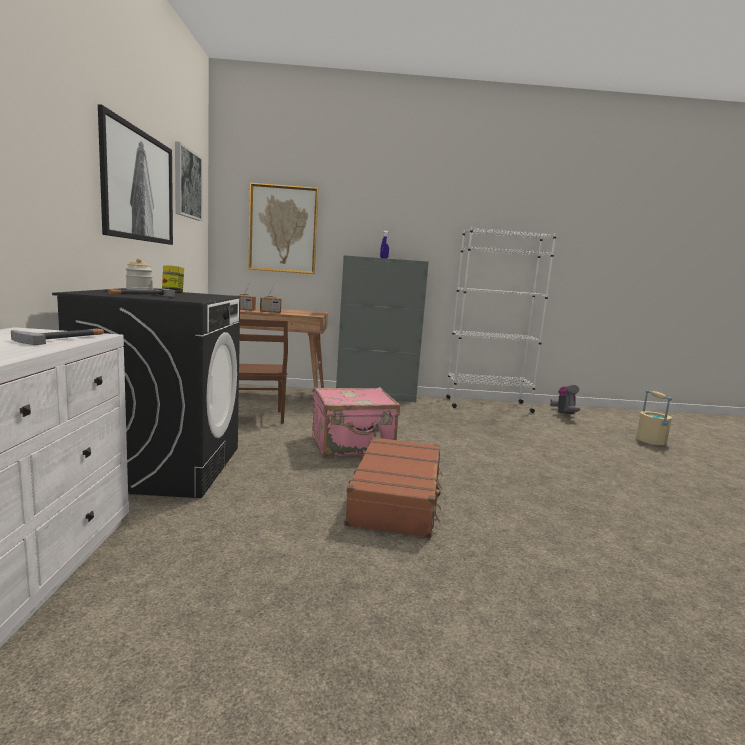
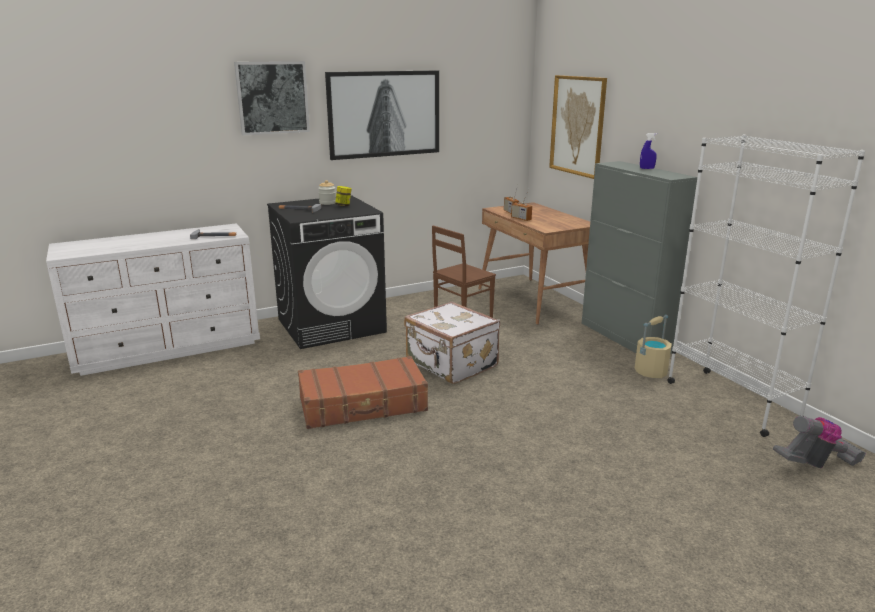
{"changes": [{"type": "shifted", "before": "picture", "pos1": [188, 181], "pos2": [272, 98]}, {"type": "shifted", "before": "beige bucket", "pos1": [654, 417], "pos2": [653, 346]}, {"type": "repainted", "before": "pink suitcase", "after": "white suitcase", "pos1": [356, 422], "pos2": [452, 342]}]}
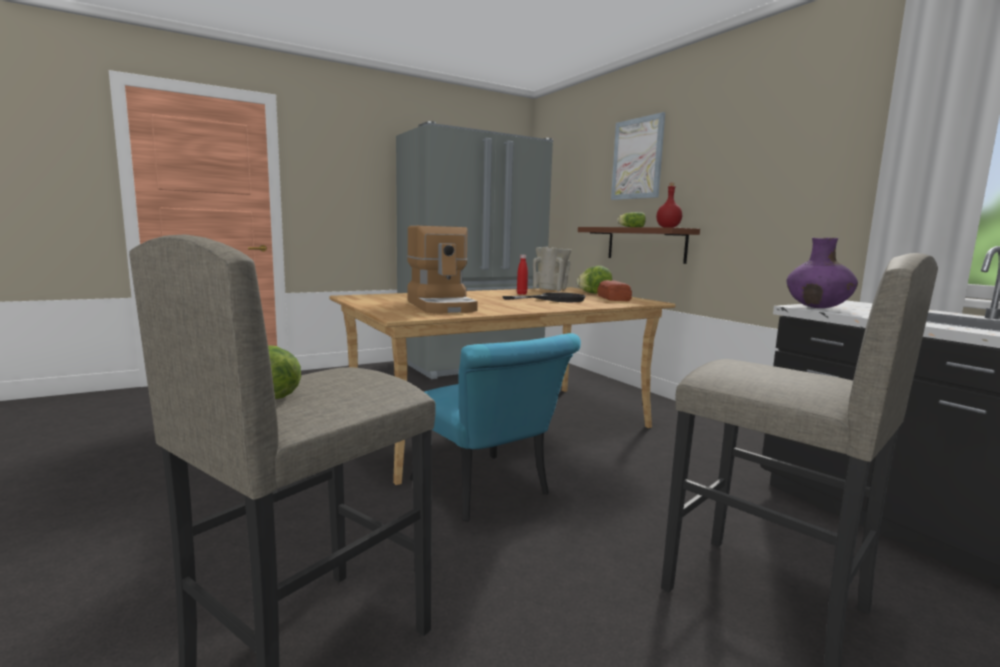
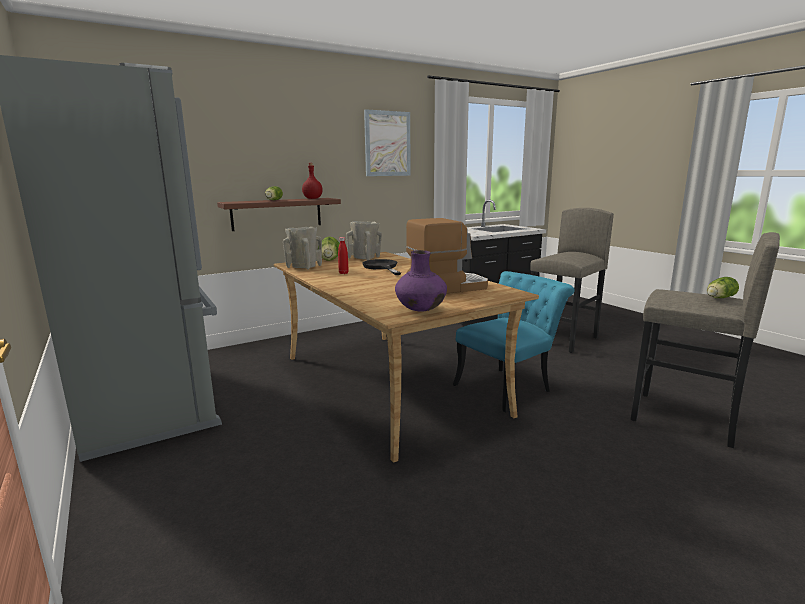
{"changes": [{"type": "shifted", "before": "picture", "pos1": [638, 156], "pos2": [387, 142]}, {"type": "shifted", "before": "purple vase", "pos1": [822, 272], "pos2": [421, 281]}, {"type": "swapped", "before": "bread", "after": "beige vase", "pos1": [614, 290], "pos2": [364, 240]}]}
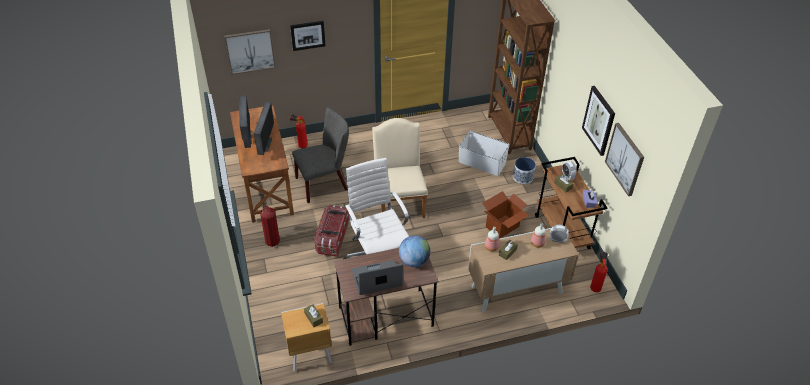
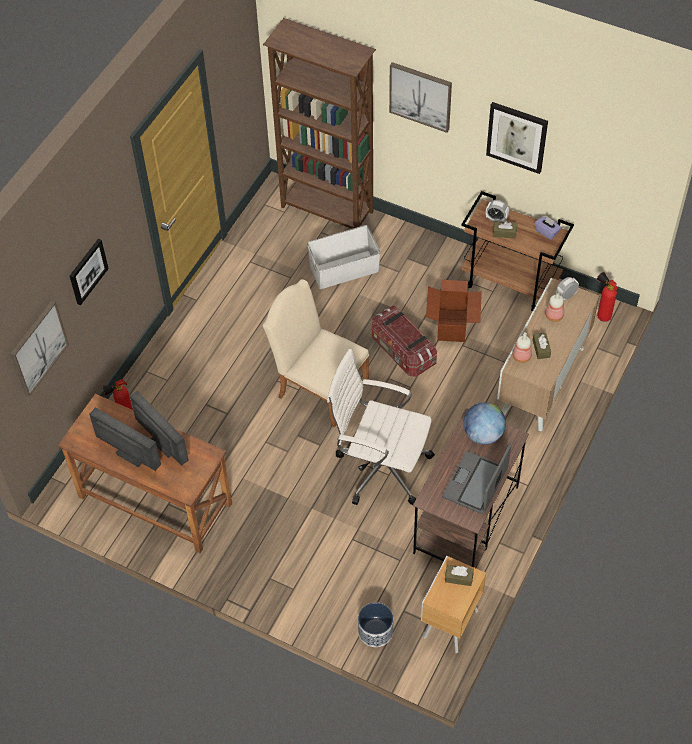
{"changes": [{"type": "gone", "before": "fire extinguisher", "pos1": [270, 226]}, {"type": "gone", "before": "grey chair", "pos1": [320, 155]}, {"type": "shifted", "before": "storage box", "pos1": [331, 231], "pos2": [404, 341]}, {"type": "shifted", "before": "planter", "pos1": [524, 170], "pos2": [375, 624]}, {"type": "shifted", "before": "picture", "pos1": [624, 159], "pos2": [420, 97]}]}
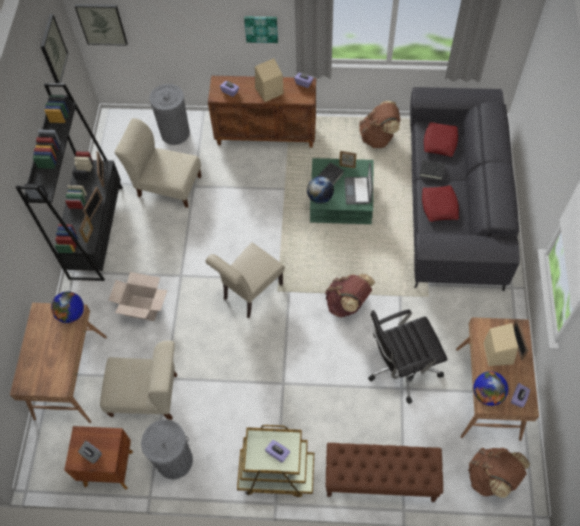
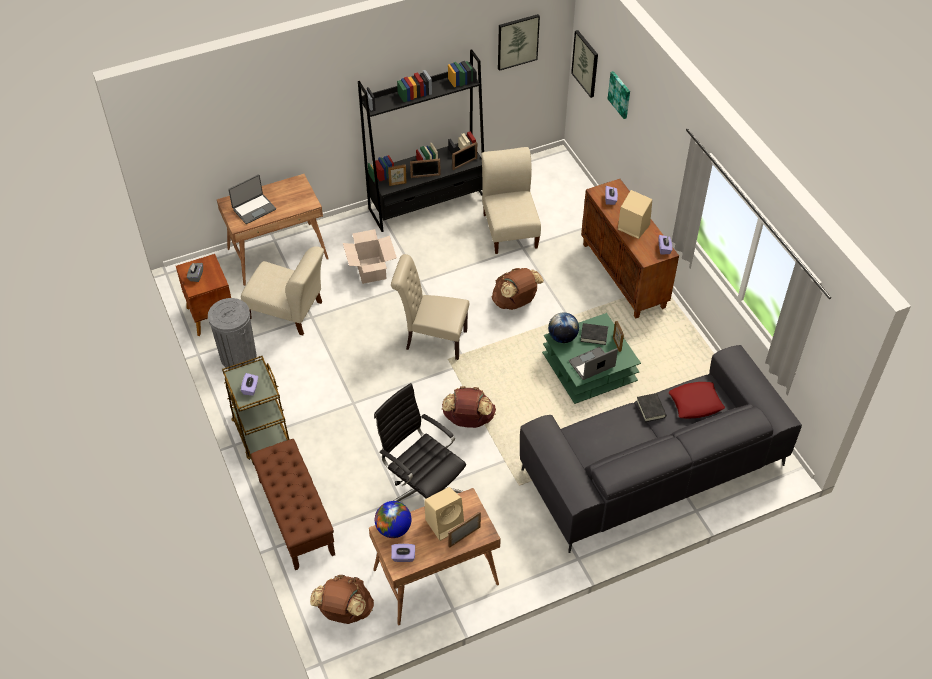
{"changes": [{"type": "gone", "before": "globe", "pos1": [67, 307]}, {"type": "gone", "before": "grey trash can", "pos1": [169, 114]}, {"type": "gone", "before": "red pillow", "pos1": [440, 203]}, {"type": "new", "after": "laptop", "pos2": [252, 199]}, {"type": "shifted", "before": "picture", "pos1": [261, 29], "pos2": [619, 95]}, {"type": "shifted", "before": "brown backpack", "pos1": [379, 124], "pos2": [518, 289]}, {"type": "rotated", "before": "beige chair", "pos1": [138, 380], "pos2": [282, 290], "turn": -45}]}
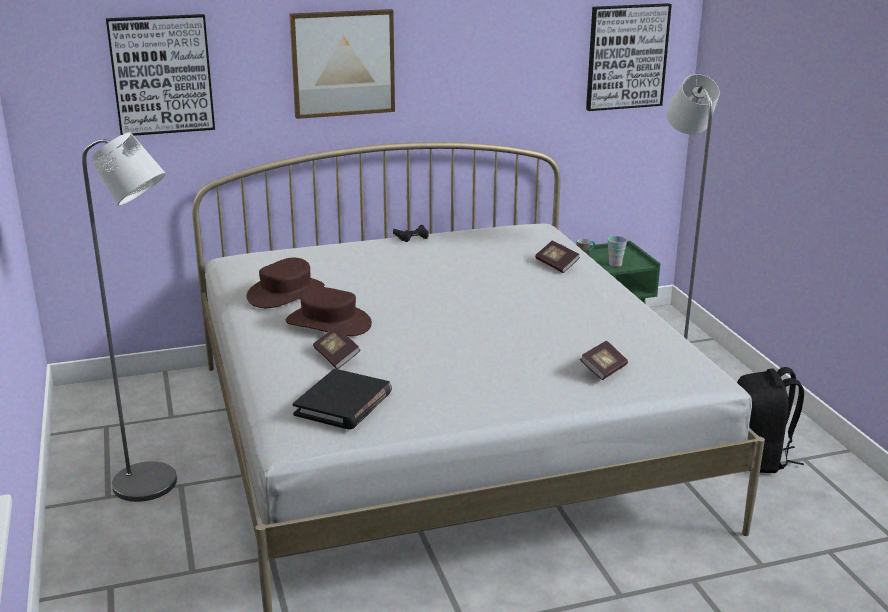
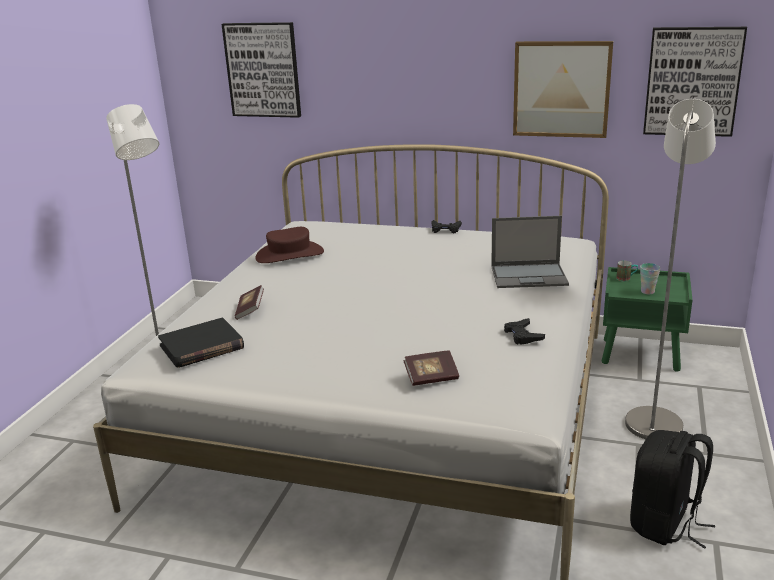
{"changes": [{"type": "gone", "before": "brown hat", "pos1": [329, 311]}, {"type": "new", "after": "black game controller", "pos2": [524, 331]}, {"type": "shifted", "before": "picture", "pos1": [342, 64], "pos2": [563, 89]}, {"type": "swapped", "before": "book", "after": "laptop", "pos1": [557, 257], "pos2": [530, 252]}]}
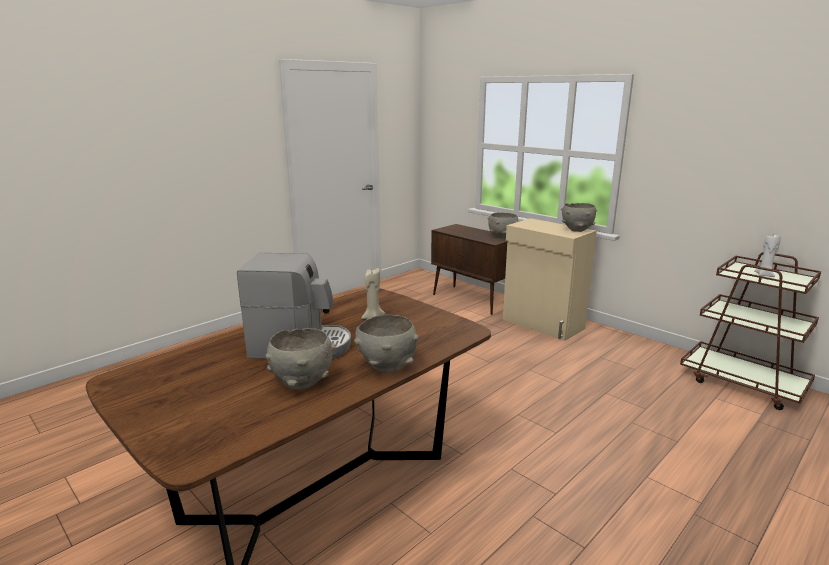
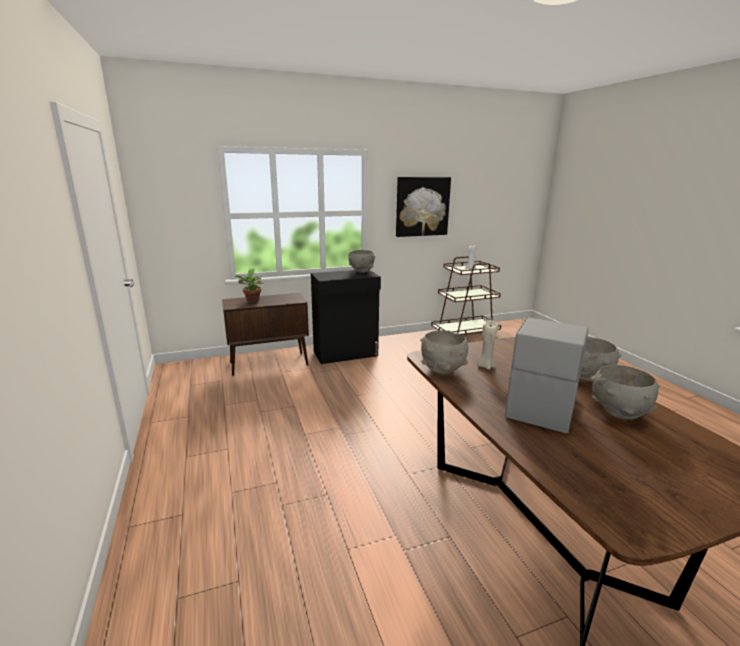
{"changes": [{"type": "new", "after": "potted plant", "pos2": [249, 285]}, {"type": "new", "after": "picture", "pos2": [423, 207]}, {"type": "shifted", "before": "grey bowl", "pos1": [503, 225], "pos2": [444, 352]}, {"type": "repainted", "before": "beige cabinet", "after": "black cabinet", "pos1": [550, 279], "pos2": [346, 317]}]}
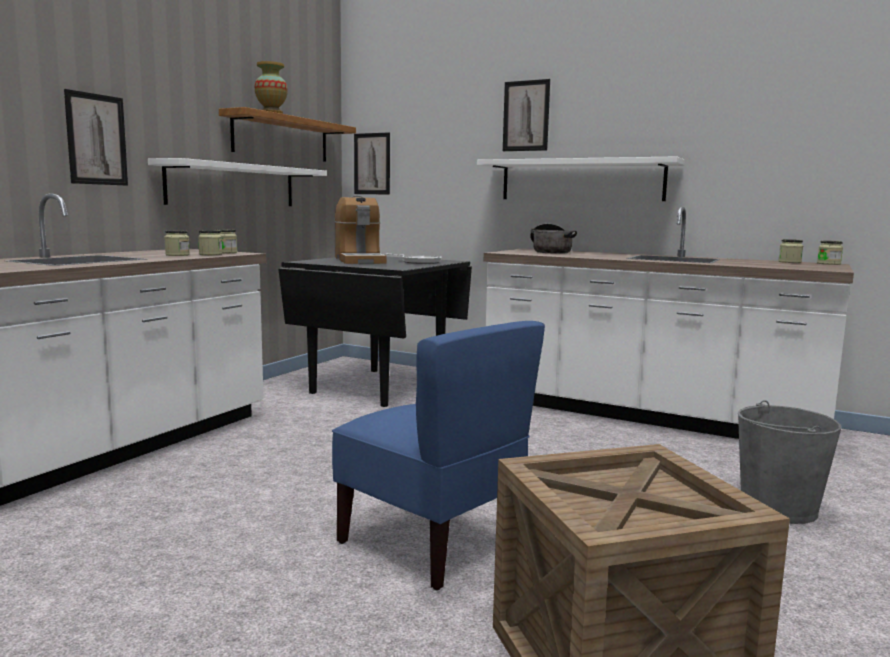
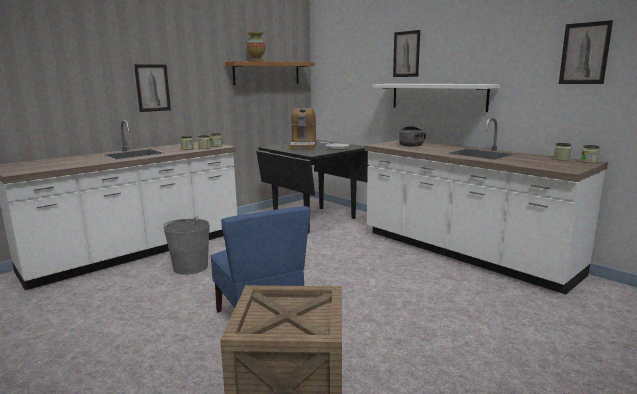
{"changes": [{"type": "gone", "before": "white shelf", "pos1": [237, 182]}, {"type": "shifted", "before": "picture", "pos1": [372, 163], "pos2": [586, 52]}, {"type": "shifted", "before": "grey bucket", "pos1": [789, 462], "pos2": [186, 245]}]}
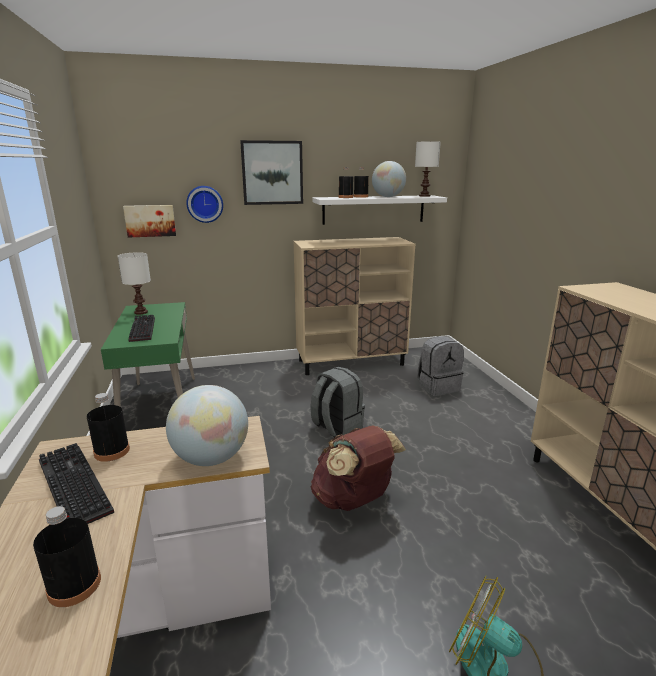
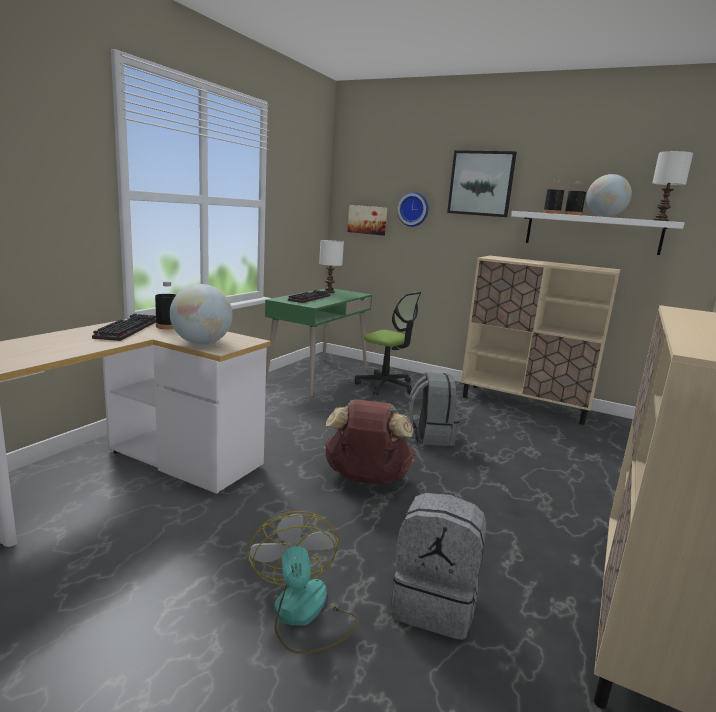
{"changes": [{"type": "gone", "before": "black bottle", "pos1": [67, 556]}, {"type": "new", "after": "office chair", "pos2": [388, 343]}, {"type": "shifted", "before": "grey backpack", "pos1": [440, 366], "pos2": [439, 566]}]}
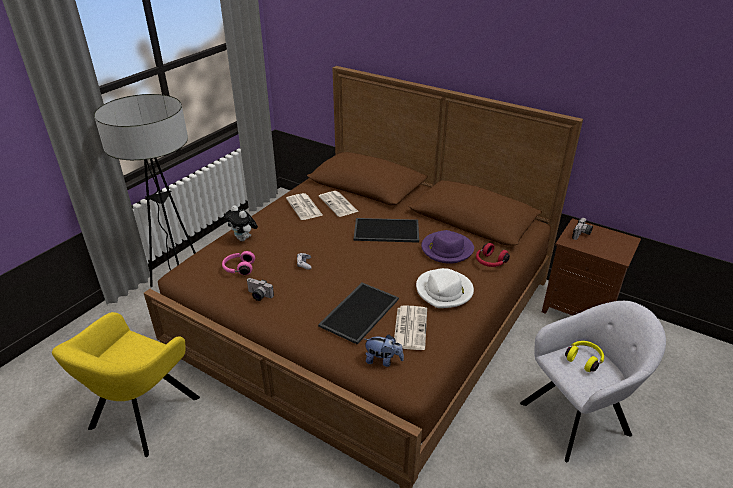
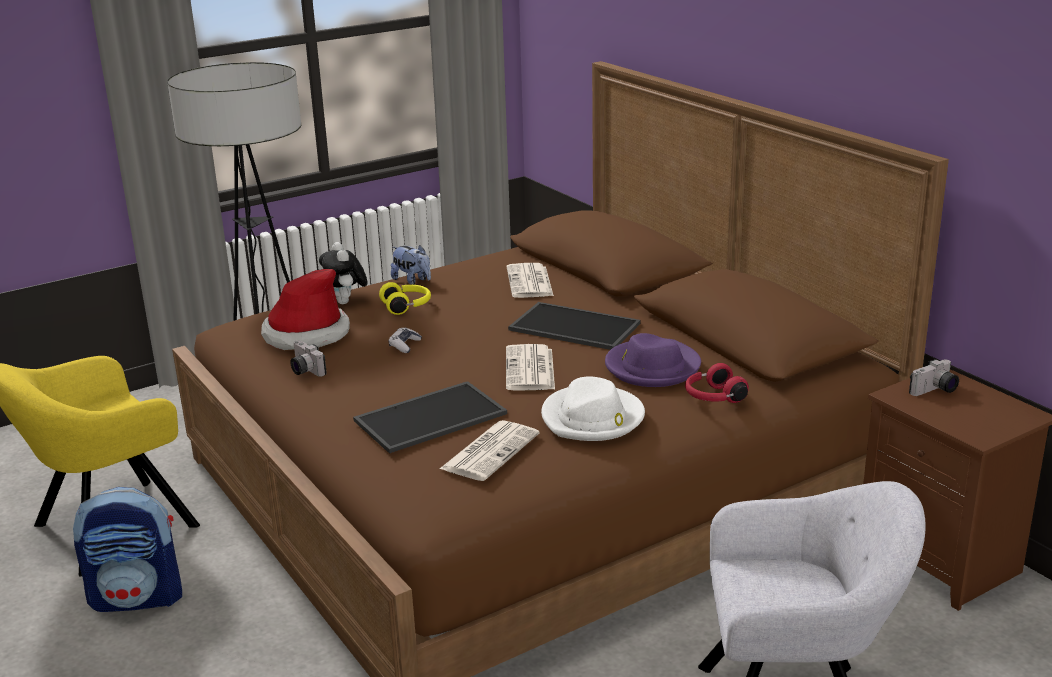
{"changes": [{"type": "new", "after": "backpack", "pos2": [127, 549]}, {"type": "shifted", "before": "newspaper", "pos1": [304, 206], "pos2": [530, 367]}, {"type": "shifted", "before": "plush toy", "pos1": [384, 351], "pos2": [411, 265]}, {"type": "shifted", "before": "yellow headphones", "pos1": [584, 356], "pos2": [405, 298]}, {"type": "swapped", "before": "pink headphones", "after": "hat", "pos1": [238, 263], "pos2": [305, 309]}]}
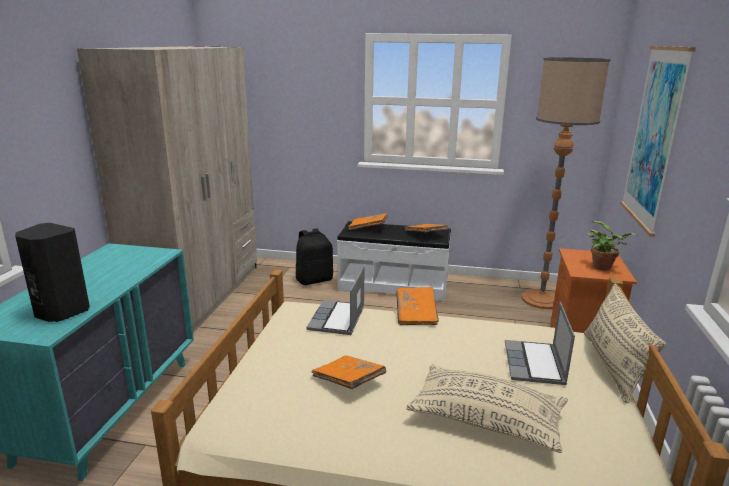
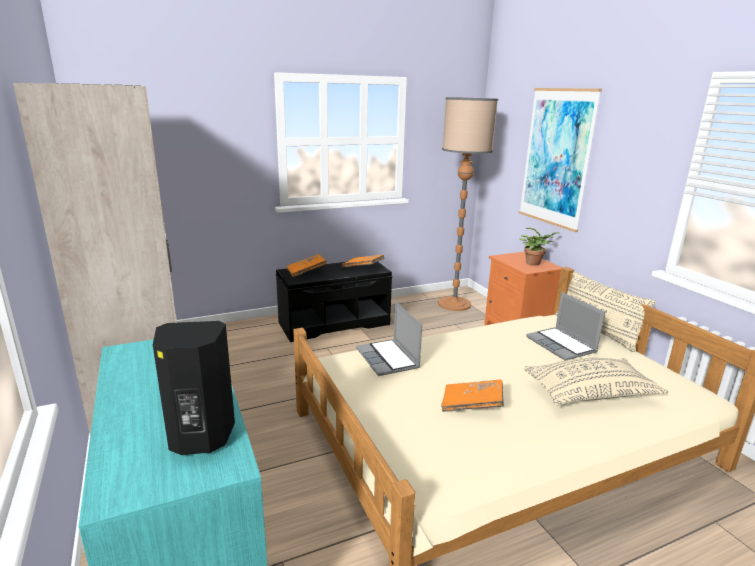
{"changes": [{"type": "gone", "before": "black backpack", "pos1": [314, 256]}, {"type": "gone", "before": "orange book", "pos1": [417, 306]}, {"type": "repainted", "before": "white bench", "after": "black bench", "pos1": [394, 261], "pos2": [334, 301]}]}
